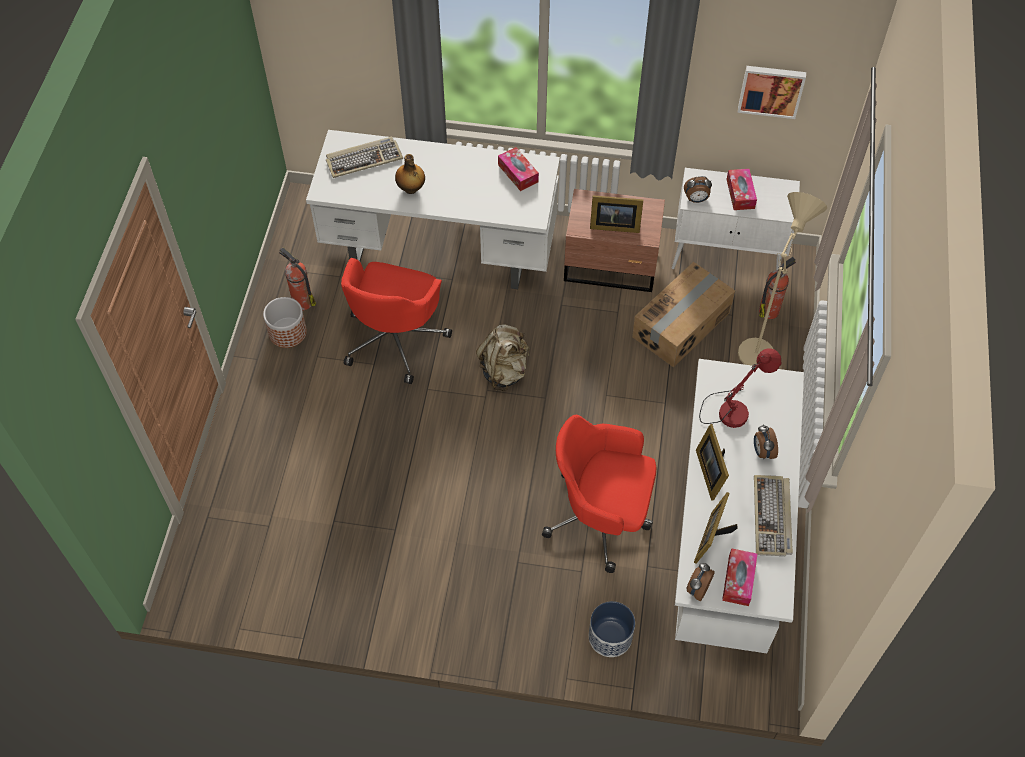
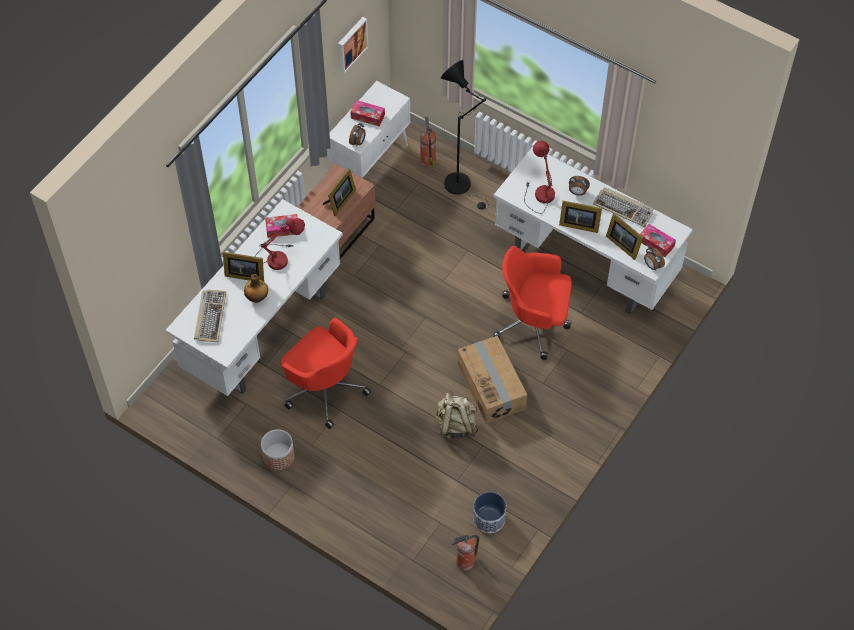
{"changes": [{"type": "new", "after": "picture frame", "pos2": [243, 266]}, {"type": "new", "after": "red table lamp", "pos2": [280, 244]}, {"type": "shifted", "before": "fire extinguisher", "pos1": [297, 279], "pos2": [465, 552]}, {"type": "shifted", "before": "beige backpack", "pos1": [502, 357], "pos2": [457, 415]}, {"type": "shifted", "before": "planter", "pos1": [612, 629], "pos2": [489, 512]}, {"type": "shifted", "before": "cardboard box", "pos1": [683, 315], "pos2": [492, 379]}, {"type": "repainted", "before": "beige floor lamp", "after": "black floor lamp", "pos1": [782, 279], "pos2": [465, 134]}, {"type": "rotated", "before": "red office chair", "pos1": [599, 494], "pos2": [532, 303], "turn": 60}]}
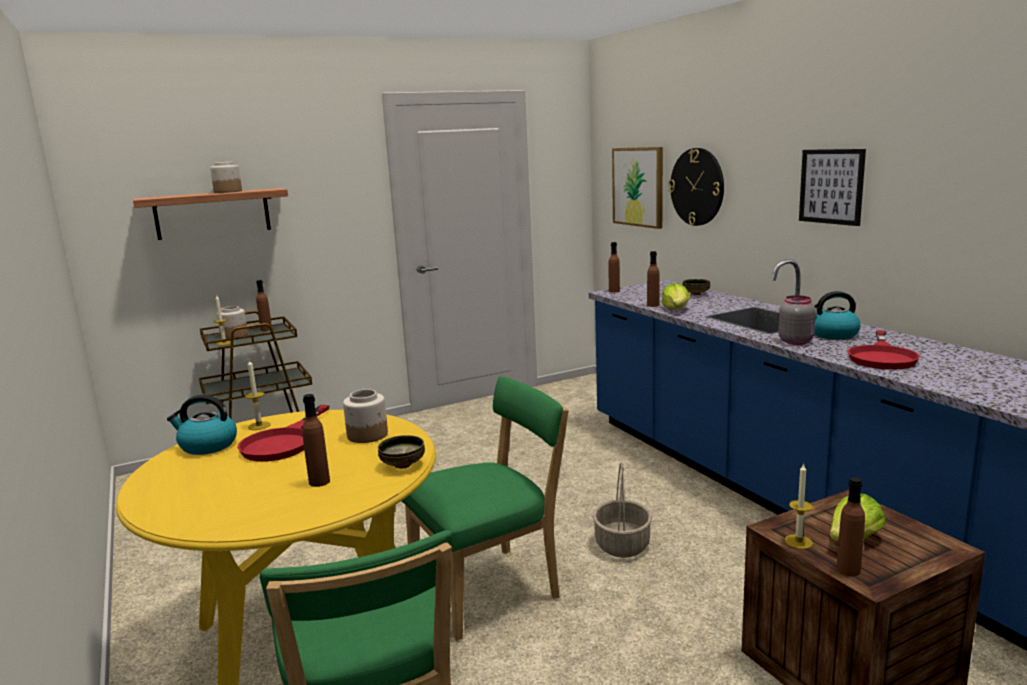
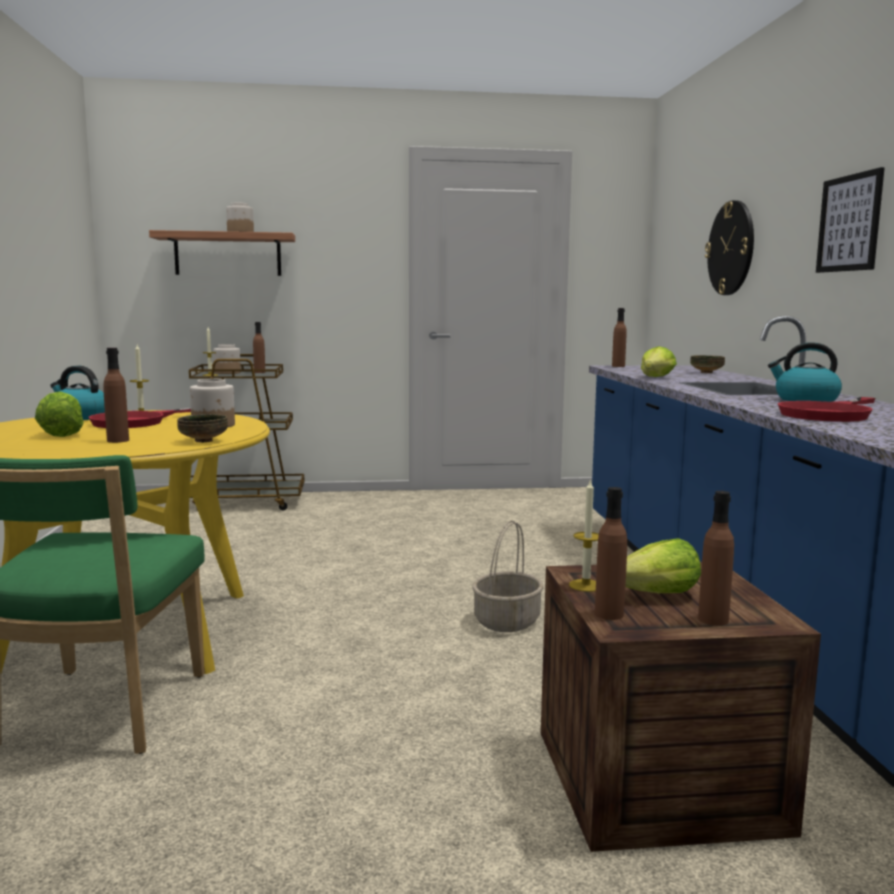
{"changes": [{"type": "gone", "before": "green chair", "pos1": [485, 508]}, {"type": "gone", "before": "picture", "pos1": [637, 188]}, {"type": "gone", "before": "grey jar", "pos1": [797, 320]}, {"type": "new", "after": "lettuce", "pos2": [59, 414]}, {"type": "shifted", "before": "brown bottle", "pos1": [653, 279], "pos2": [716, 558]}]}
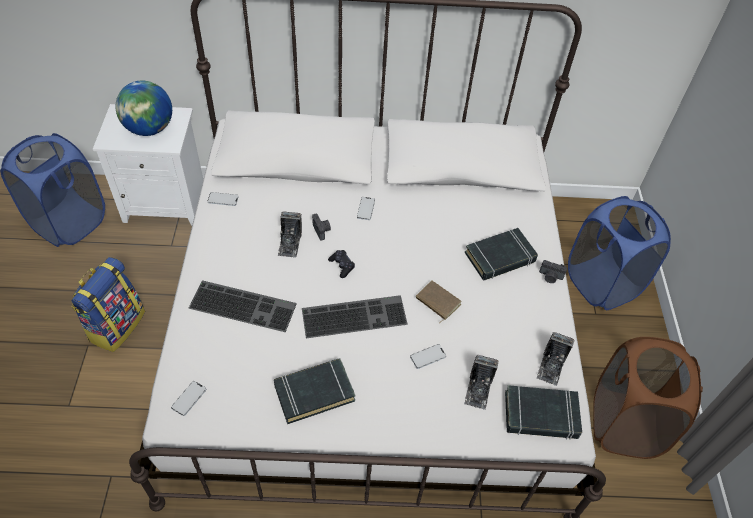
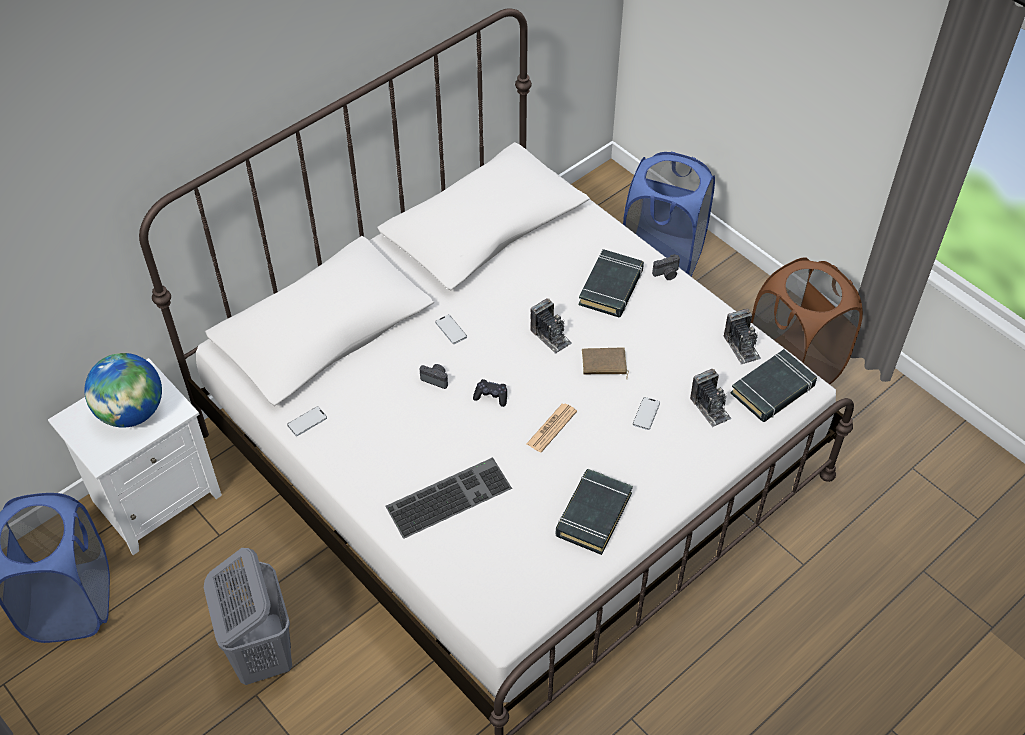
{"changes": [{"type": "gone", "before": "phone", "pos1": [188, 398]}, {"type": "shifted", "before": "photo camera", "pos1": [289, 235], "pos2": [551, 326]}, {"type": "swapped", "before": "backpack", "after": "grey laundry basket", "pos1": [108, 304], "pos2": [248, 616]}, {"type": "swapped", "before": "keyboard", "after": "newspaper", "pos1": [355, 316], "pos2": [552, 428]}]}
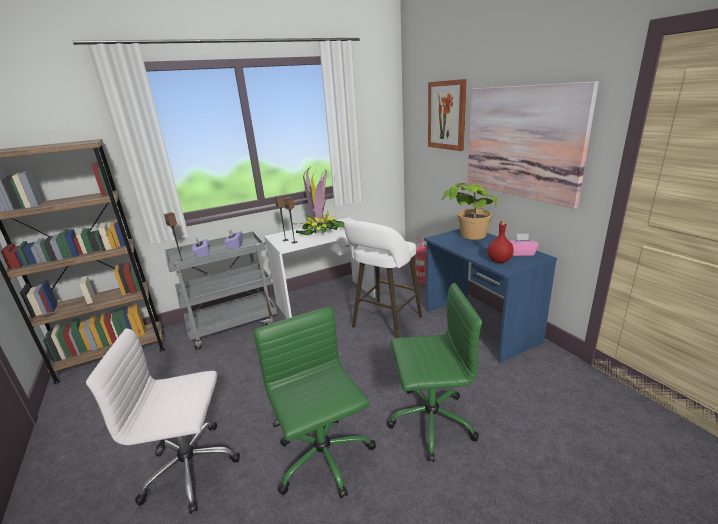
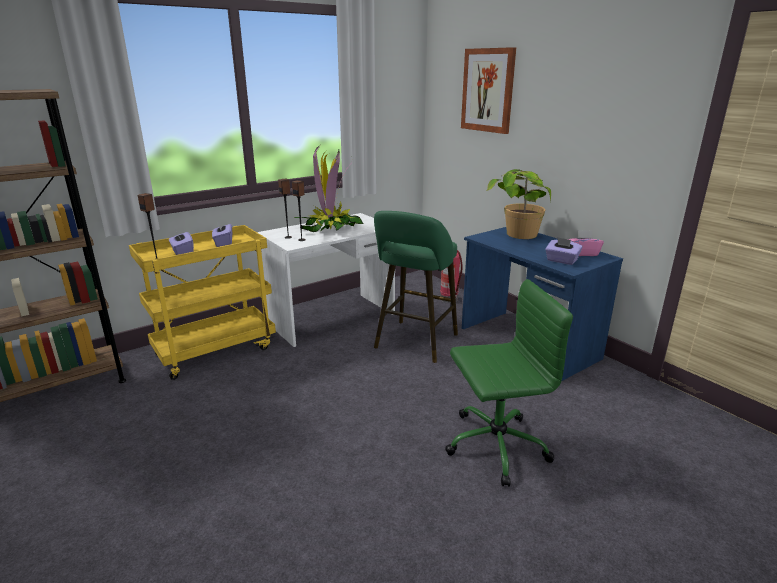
{"changes": [{"type": "gone", "before": "white office chair", "pos1": [163, 421]}, {"type": "gone", "before": "green office chair", "pos1": [315, 403]}, {"type": "gone", "before": "picture", "pos1": [533, 145]}, {"type": "swapped", "before": "red bottle", "after": "purple tissue box", "pos1": [500, 241], "pos2": [564, 251]}, {"type": "repainted", "before": "grey cart", "after": "yellow cart", "pos1": [221, 290], "pos2": [202, 302]}, {"type": "repainted", "before": "white stool", "after": "green stool", "pos1": [383, 279], "pos2": [416, 287]}]}
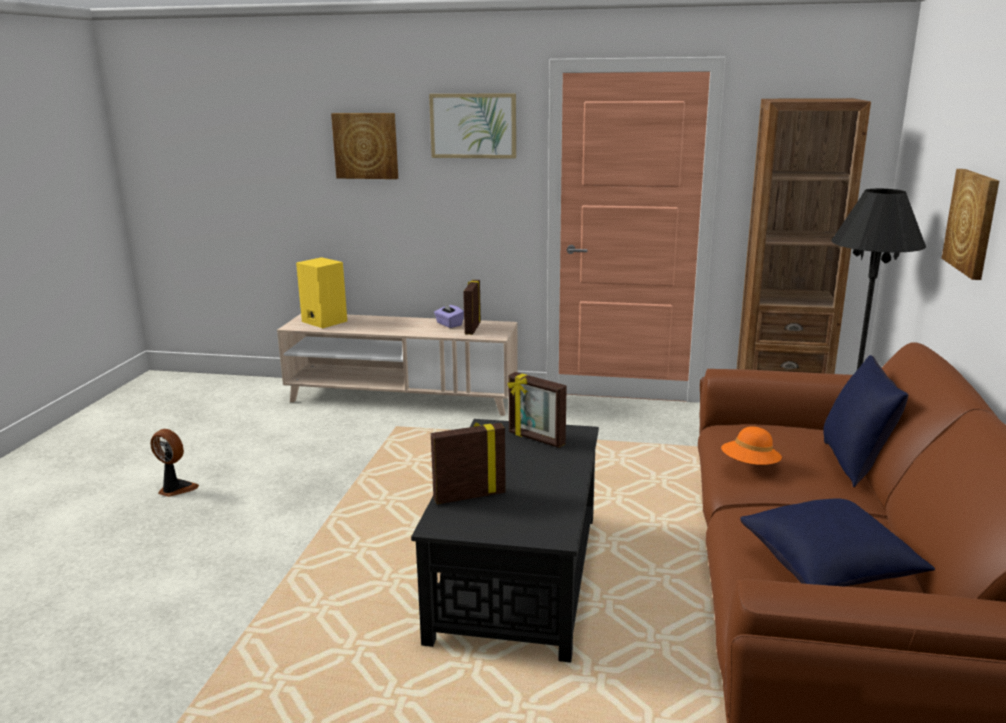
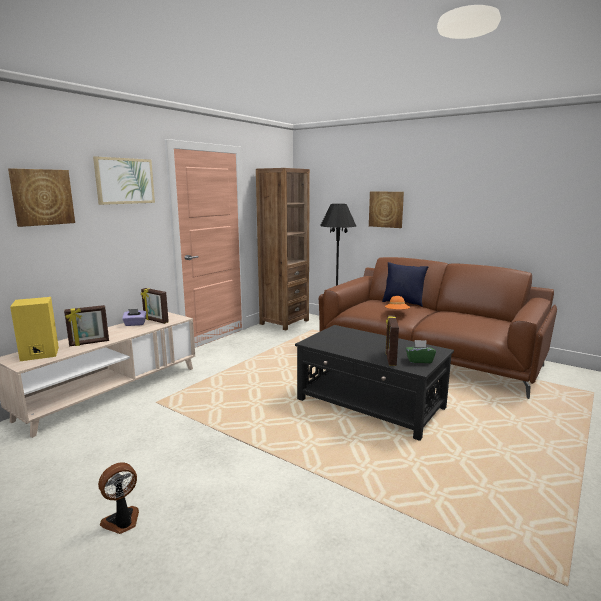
{"changes": [{"type": "gone", "before": "blue pillow", "pos1": [837, 542]}, {"type": "new", "after": "green tissue box", "pos2": [421, 351]}, {"type": "shifted", "before": "picture frame", "pos1": [537, 410], "pos2": [86, 325]}]}
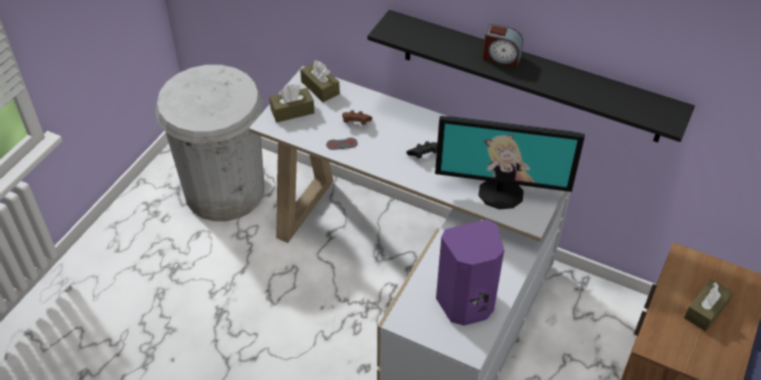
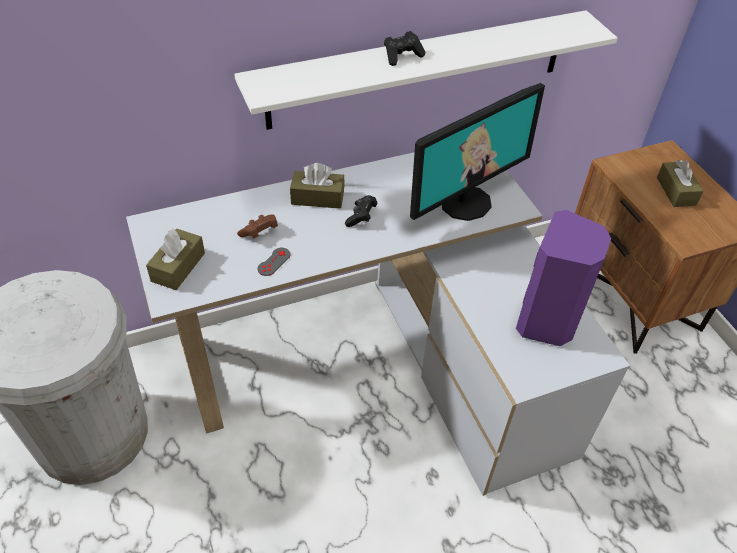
{"changes": [{"type": "shifted", "before": "brown tissue box", "pos1": [320, 81], "pos2": [317, 186]}, {"type": "swapped", "before": "alarm clock", "after": "black game controller", "pos1": [503, 45], "pos2": [404, 48]}, {"type": "repainted", "before": "black shelf", "after": "white shelf", "pos1": [531, 76], "pos2": [426, 70]}]}
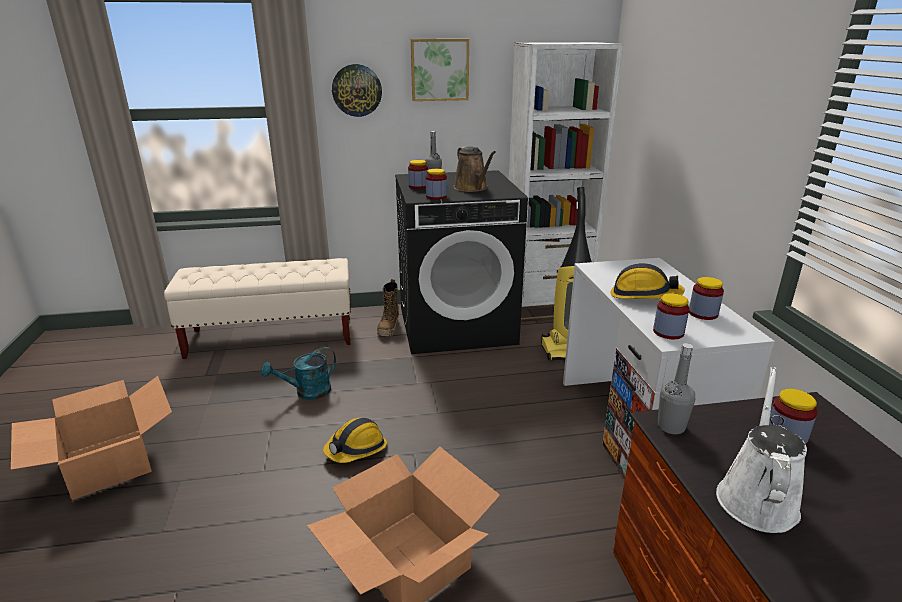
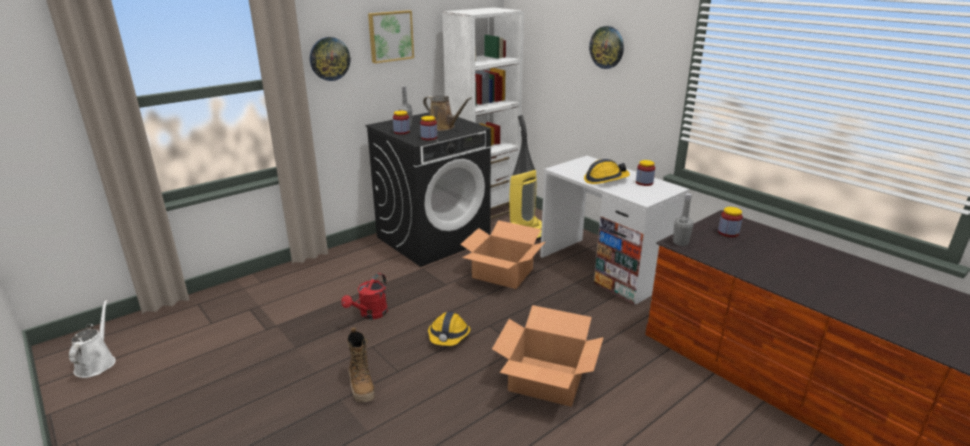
{"changes": [{"type": "gone", "before": "beige bench", "pos1": [257, 308]}, {"type": "gone", "before": "jar", "pos1": [671, 316]}, {"type": "new", "after": "wall clock", "pos2": [606, 47]}, {"type": "shifted", "before": "cardboard box", "pos1": [91, 438], "pos2": [502, 254]}, {"type": "shifted", "before": "boot", "pos1": [388, 307], "pos2": [361, 365]}, {"type": "shifted", "before": "white watering can", "pos1": [761, 450], "pos2": [92, 339]}, {"type": "repainted", "before": "turquoise watering can", "after": "red watering can", "pos1": [298, 373], "pos2": [364, 296]}]}
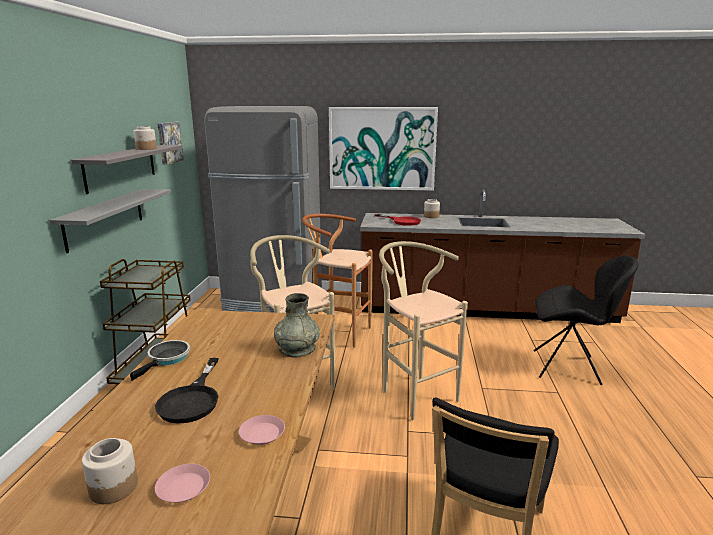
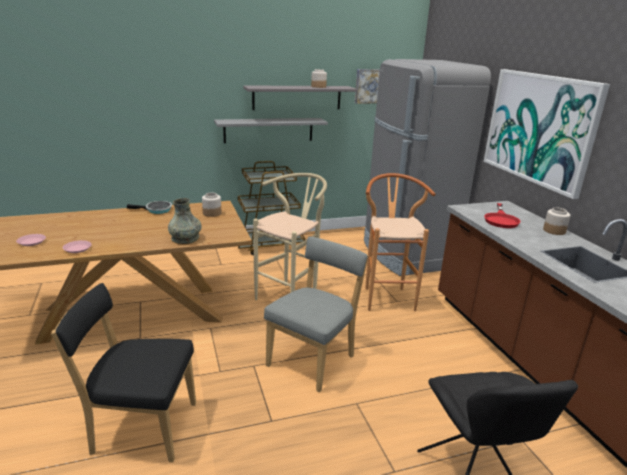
{"changes": [{"type": "gone", "before": "black frying pan", "pos1": [187, 391]}, {"type": "shifted", "before": "jar", "pos1": [110, 471], "pos2": [211, 204]}, {"type": "swapped", "before": "beige stool", "after": "grey chair", "pos1": [423, 330], "pos2": [316, 314]}]}
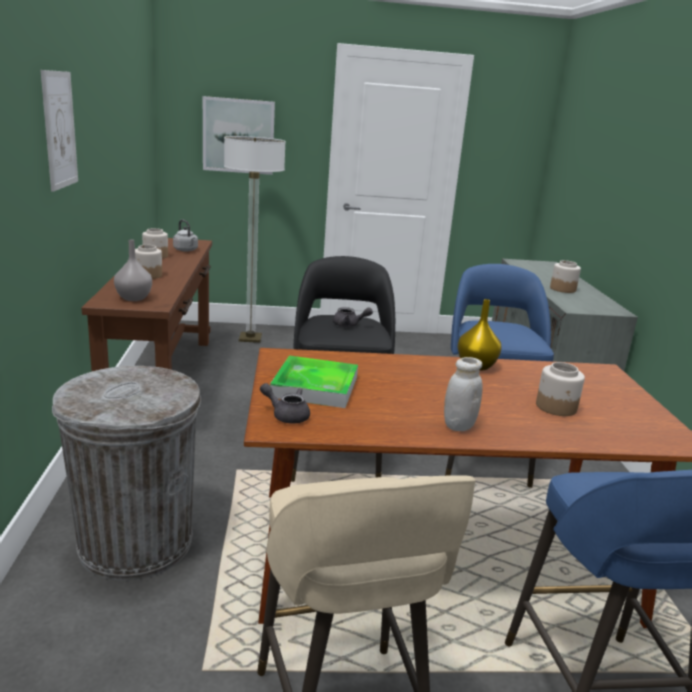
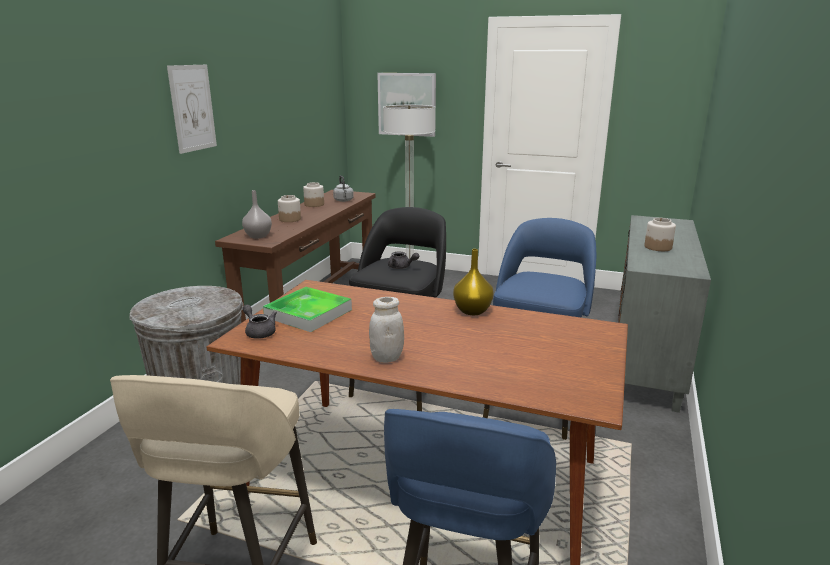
{"changes": [{"type": "gone", "before": "jar", "pos1": [560, 389]}]}
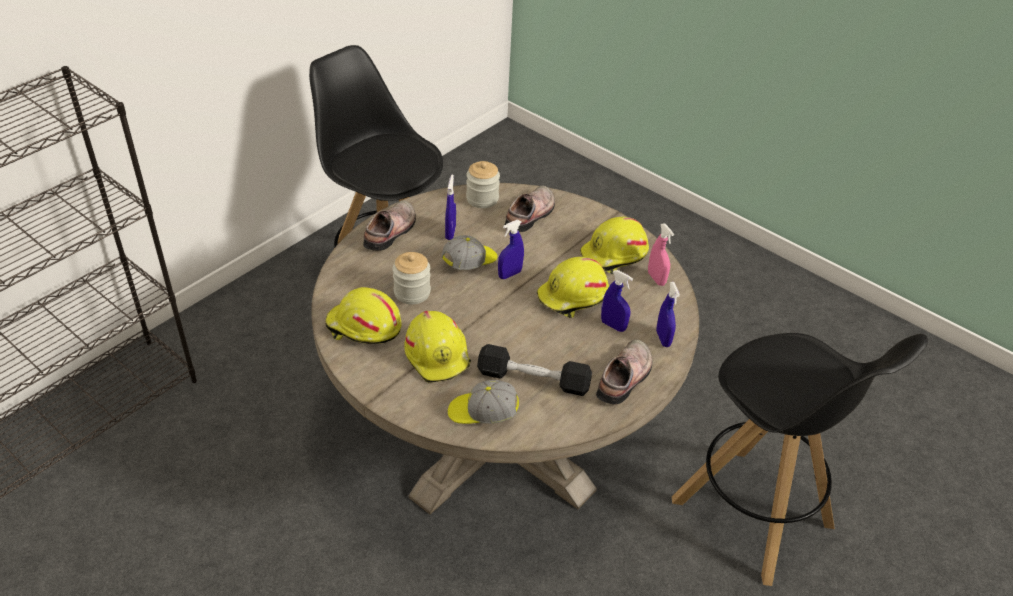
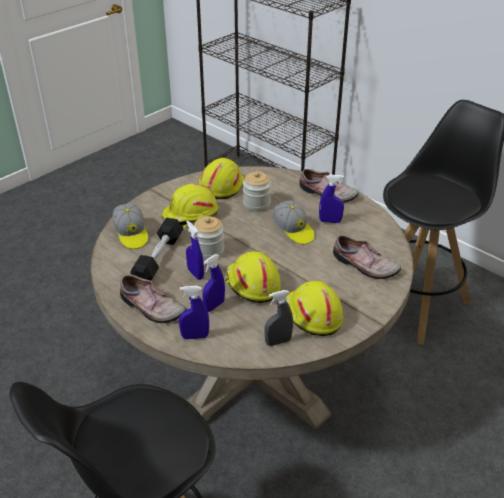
{"changes": [{"type": "shifted", "before": "jar", "pos1": [483, 184], "pos2": [209, 238]}, {"type": "shifted", "before": "blue spray bottle", "pos1": [511, 249], "pos2": [195, 250]}, {"type": "repainted", "before": "pink spray bottle", "after": "grey spray bottle", "pos1": [661, 254], "pos2": [278, 318]}, {"type": "rotated", "before": "cap", "pos1": [483, 402], "pos2": [130, 226], "turn": 150}]}
